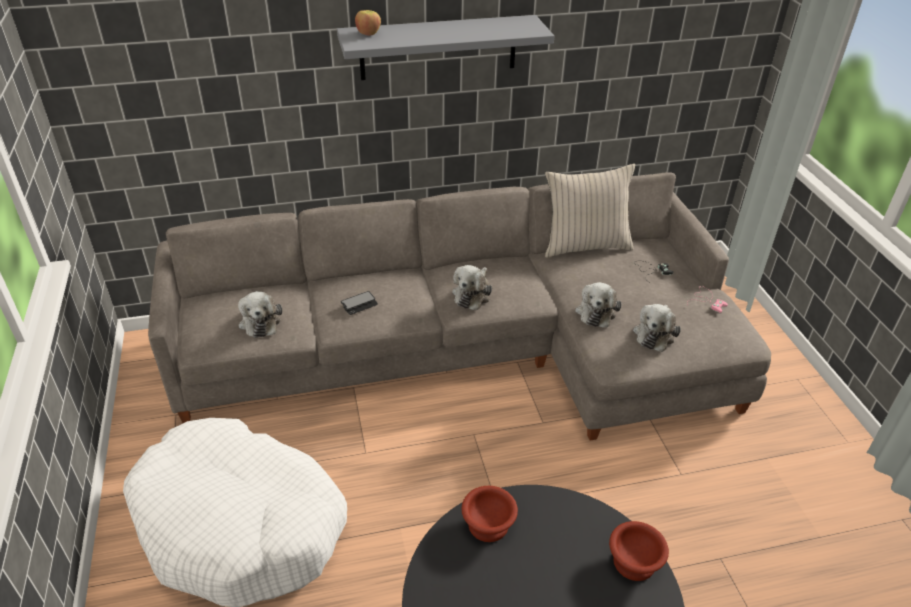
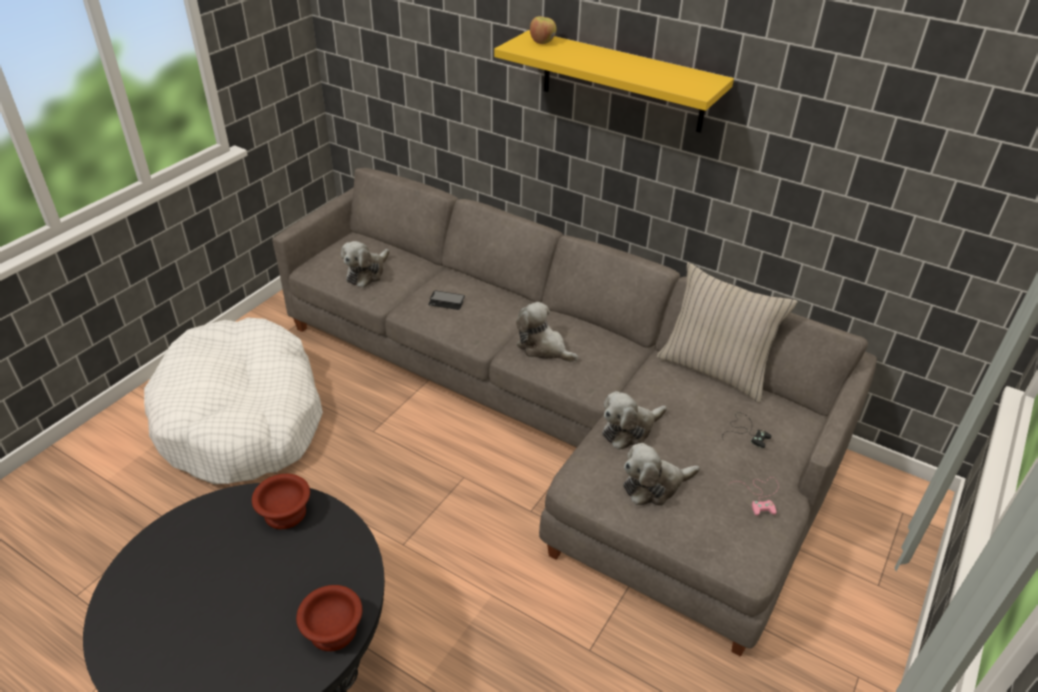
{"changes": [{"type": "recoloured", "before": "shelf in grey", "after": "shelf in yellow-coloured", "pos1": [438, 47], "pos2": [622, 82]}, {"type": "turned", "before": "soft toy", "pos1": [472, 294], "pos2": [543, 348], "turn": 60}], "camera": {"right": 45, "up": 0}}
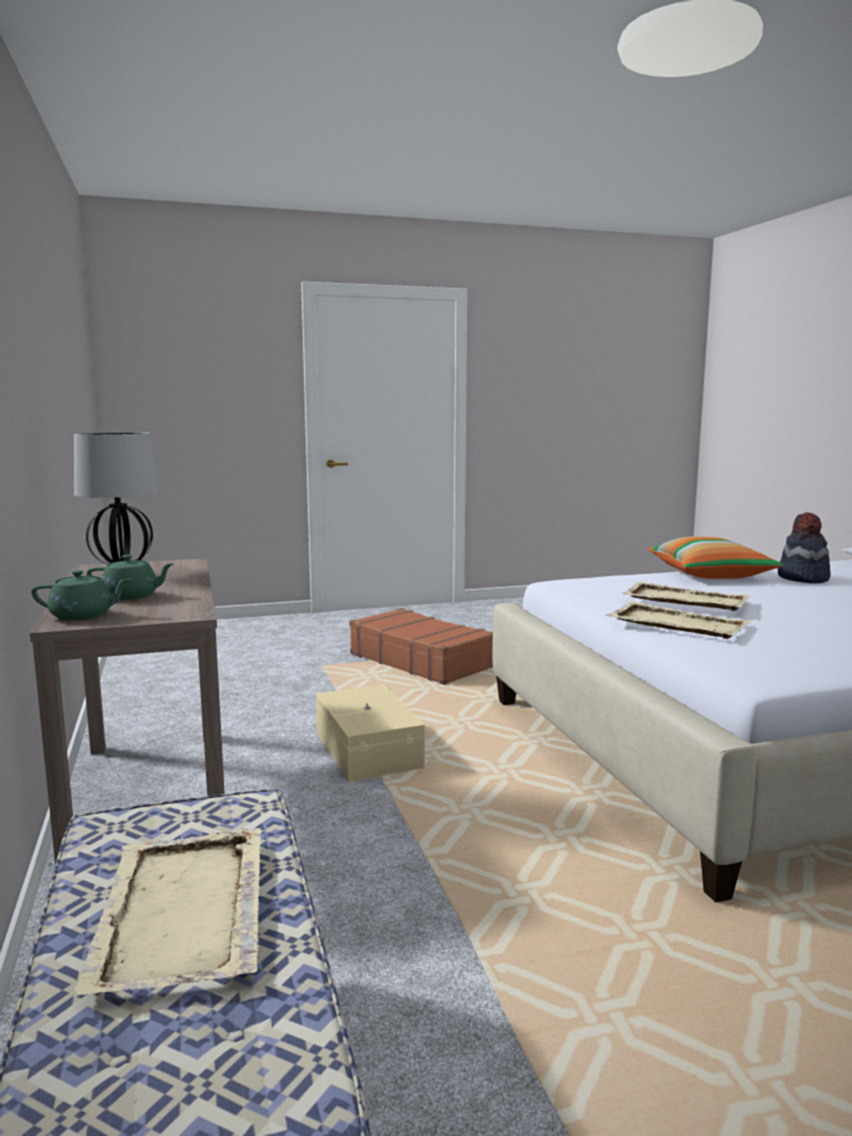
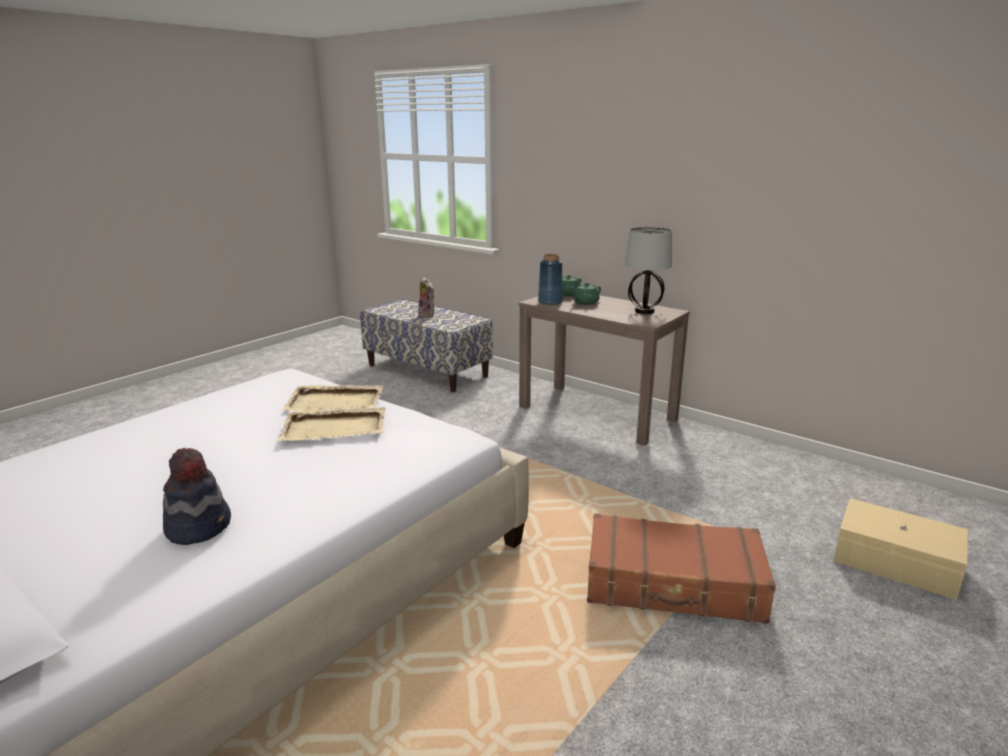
{"changes": [{"type": "removed", "before": "pillow", "pos1": [710, 575]}, {"type": "moved", "before": "storage box in sand-coloured", "pos1": [369, 749], "pos2": [896, 563]}, {"type": "replaced", "before": "carrying tray in sand-coloured", "after": "soft toy", "pos1": [181, 913], "pos2": [428, 315]}, {"type": "added", "after": "flower vase in blue-coloured", "pos2": [550, 302]}], "camera": {"right": 145, "up": 10}}
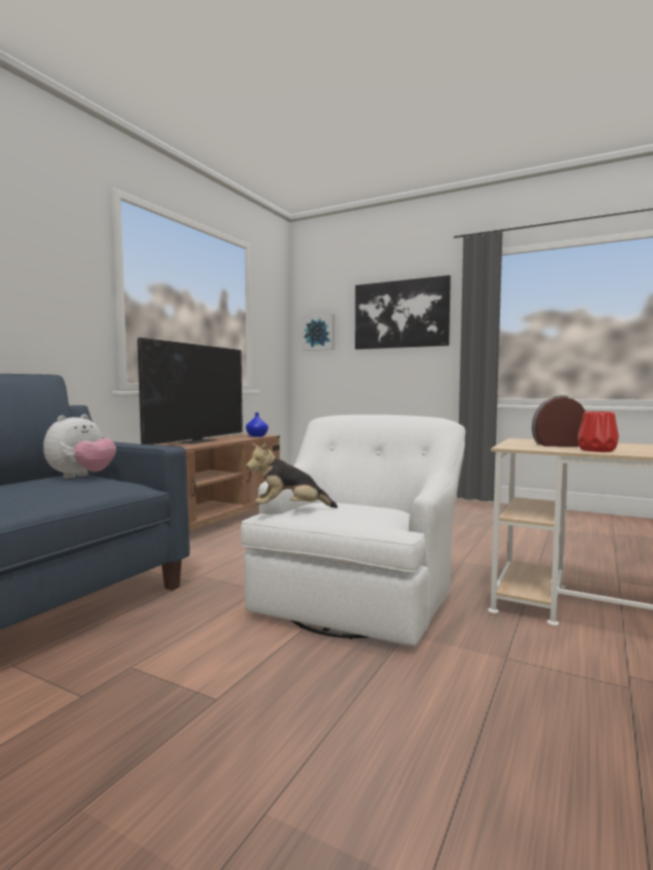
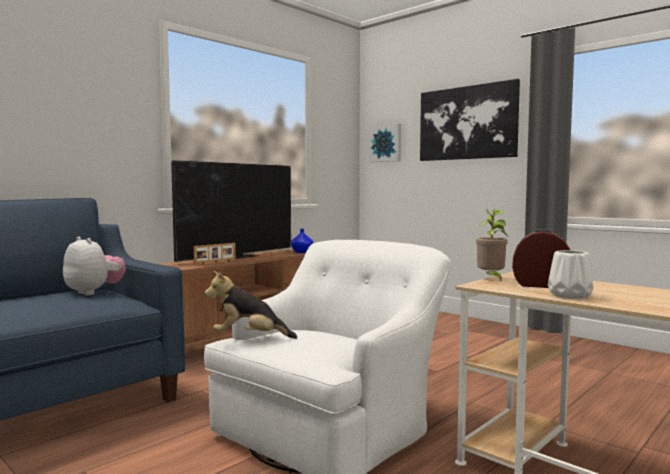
{"changes": [{"type": "recoloured", "before": "flower vase in red", "after": "flower vase in white-coloured", "pos1": [596, 450], "pos2": [568, 295]}, {"type": "turned", "before": "soft toy", "pos1": [81, 477], "pos2": [94, 292], "turn": -90}, {"type": "added", "after": "potted plant", "pos2": [491, 279]}, {"type": "added", "after": "picture frame", "pos2": [215, 262]}], "camera": {"right": 15, "up": 0}}
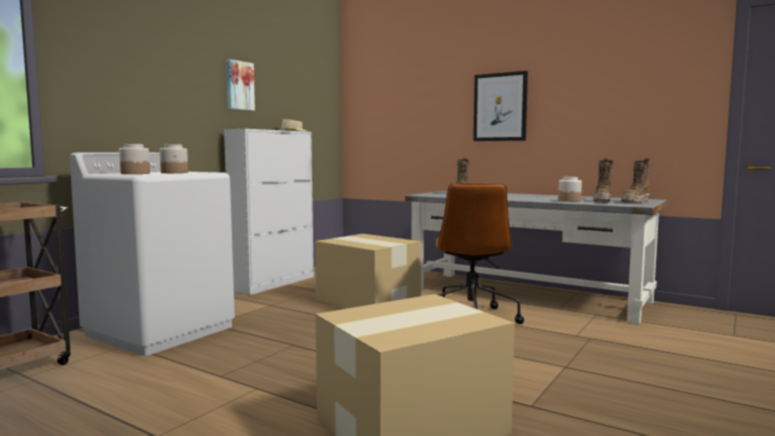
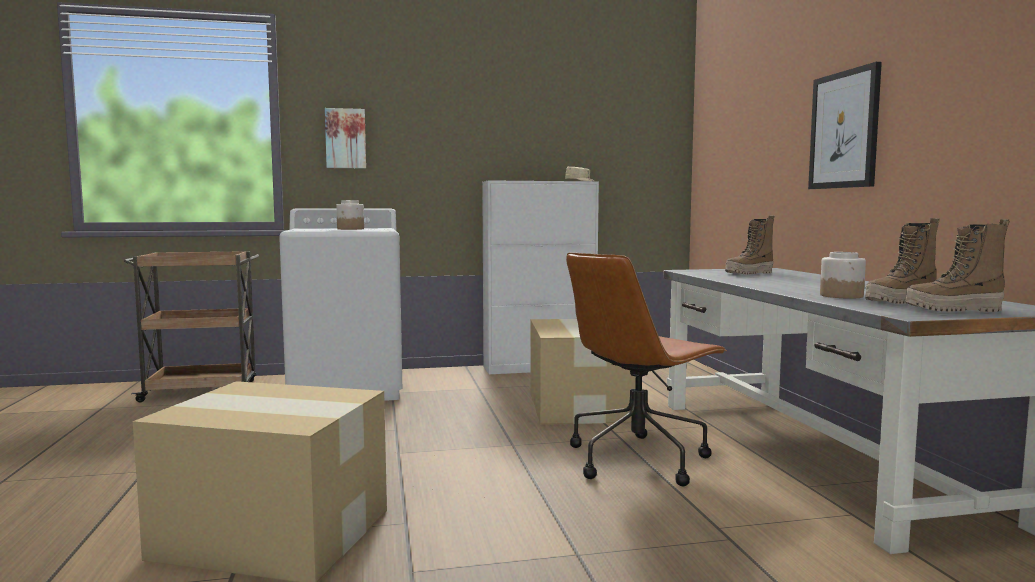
{"changes": [{"type": "moved", "before": "wall art", "pos1": [239, 85], "pos2": [345, 138]}, {"type": "removed", "before": "storage jar", "pos1": [135, 173]}], "camera": {"right": 45, "up": 0}}
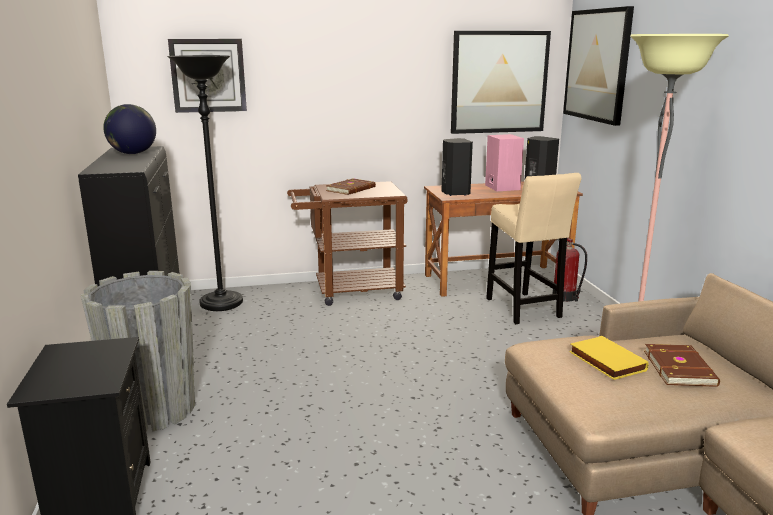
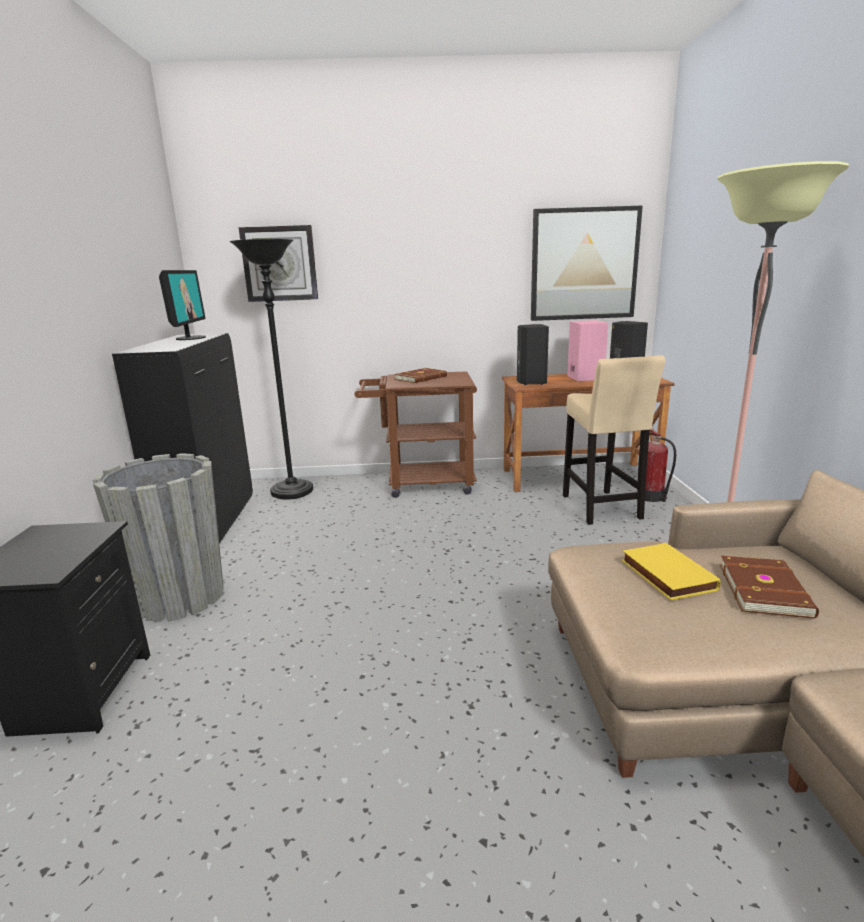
{"changes": [{"type": "removed", "before": "wall art", "pos1": [597, 65]}, {"type": "replaced", "before": "desk globe", "after": "computer screen", "pos1": [133, 153], "pos2": [190, 338]}], "camera": {"right": 10, "up": 0}}
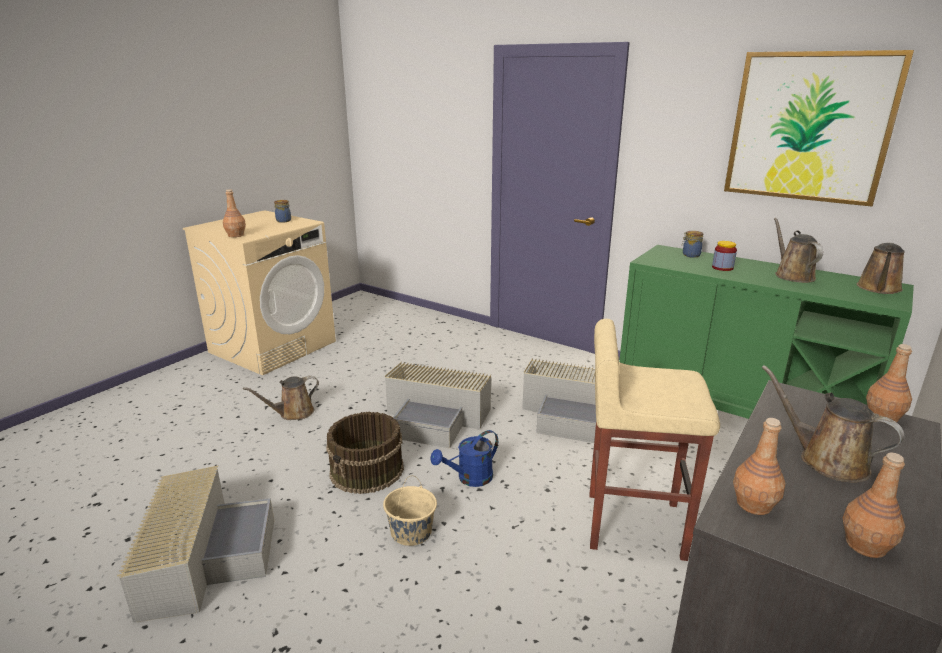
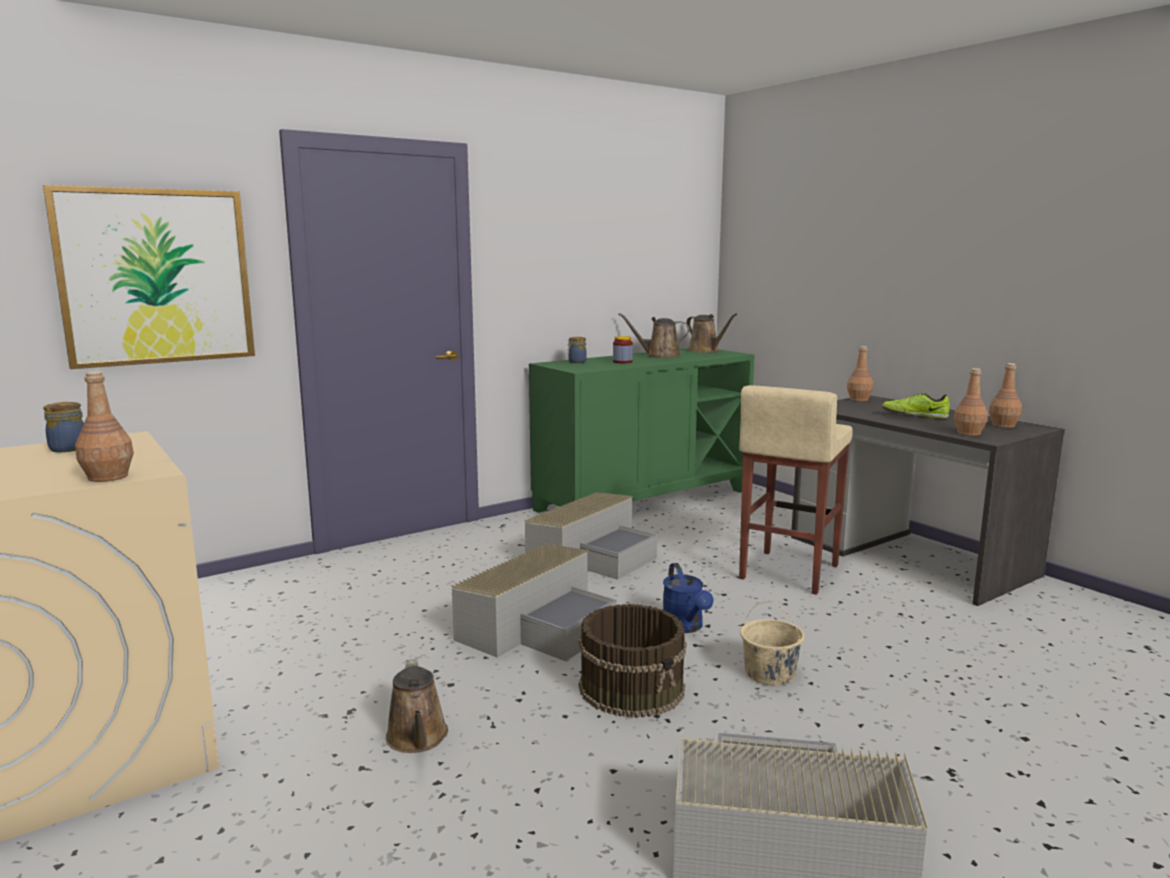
{"changes": [{"type": "moved", "before": "wall art", "pos1": [809, 127], "pos2": [156, 277]}, {"type": "replaced", "before": "watering can in brown-coloured", "after": "item of footwear", "pos1": [826, 460], "pos2": [914, 415]}], "camera": {"right": -70, "up": -10}}
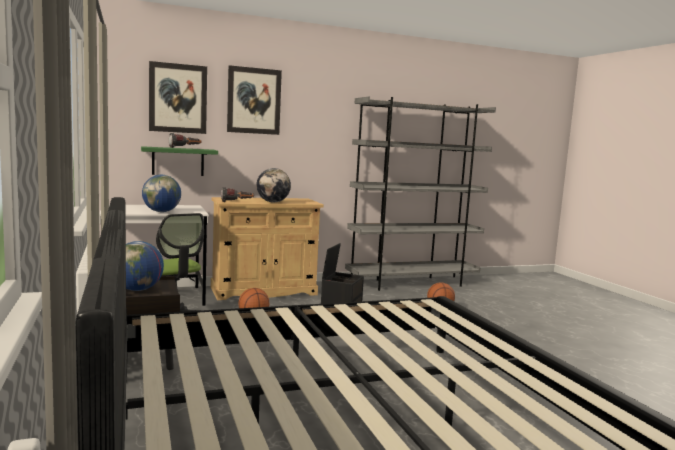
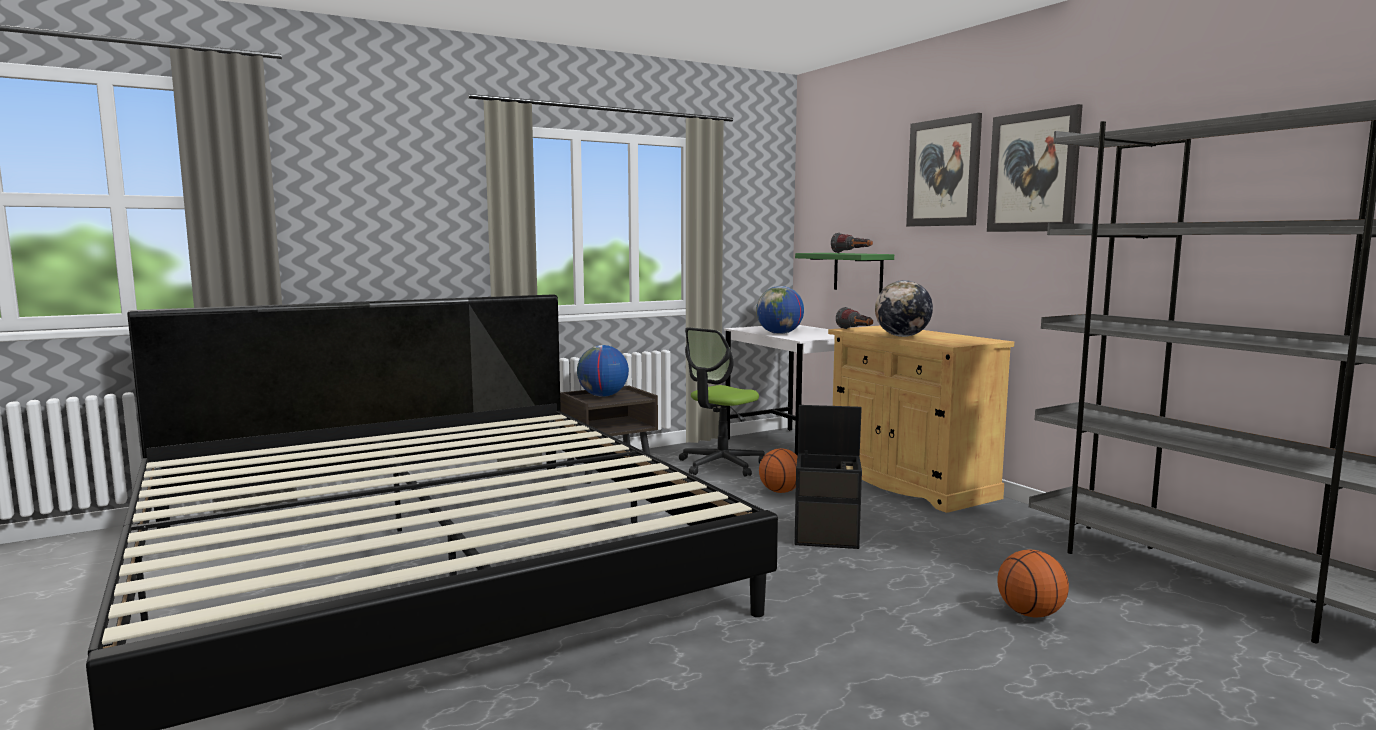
{"changes": [{"type": "moved", "before": "wall art", "pos1": [178, 98], "pos2": [1033, 172]}], "camera": {"right": 80, "up": 0}}
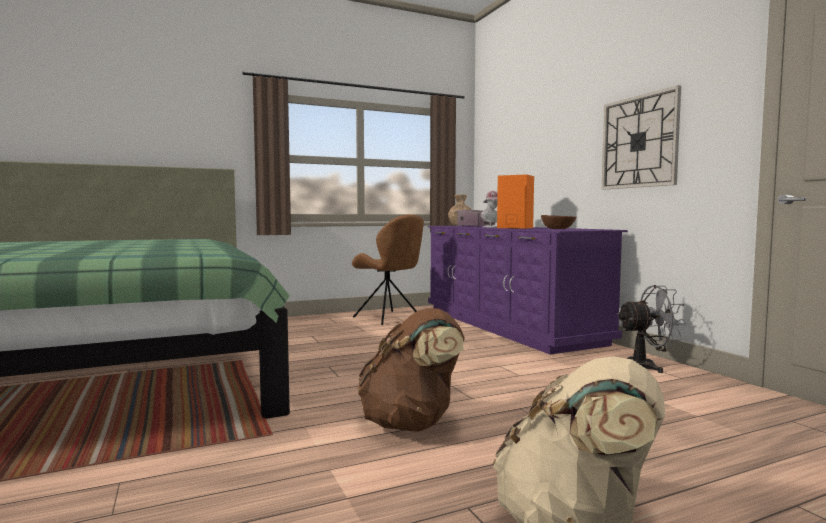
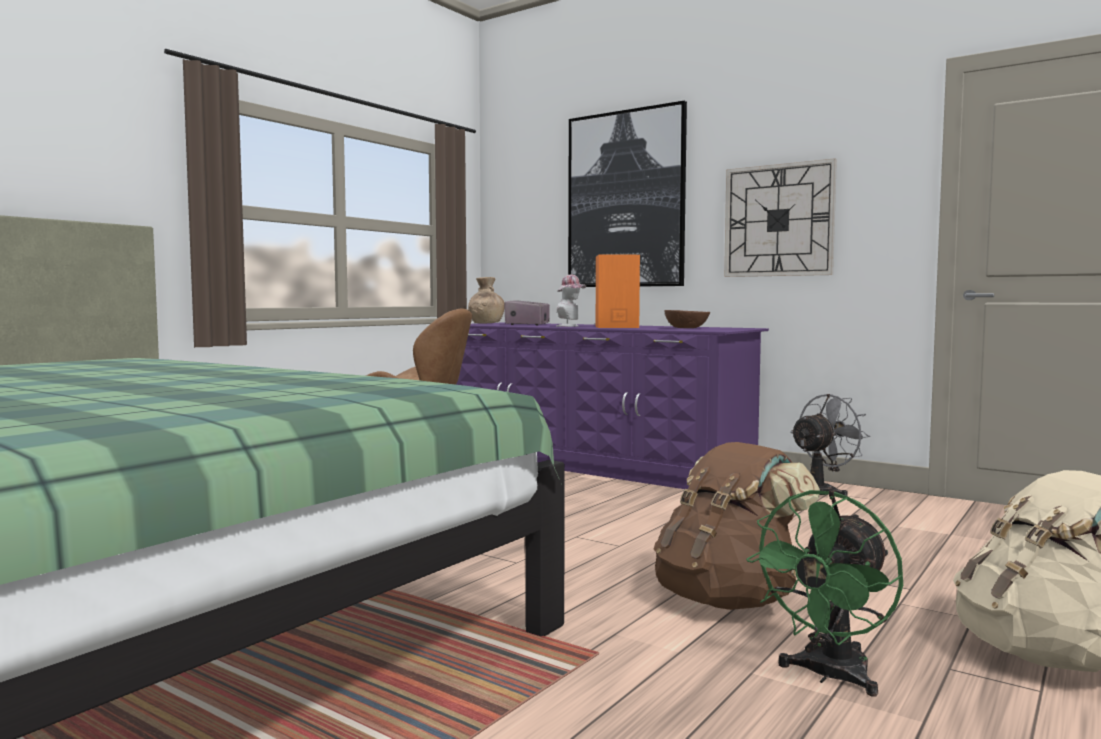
{"changes": [{"type": "added", "after": "wall art", "pos2": [625, 199]}, {"type": "added", "after": "electric fan in greenish", "pos2": [829, 676]}], "camera": {"right": -30, "up": 0}}
